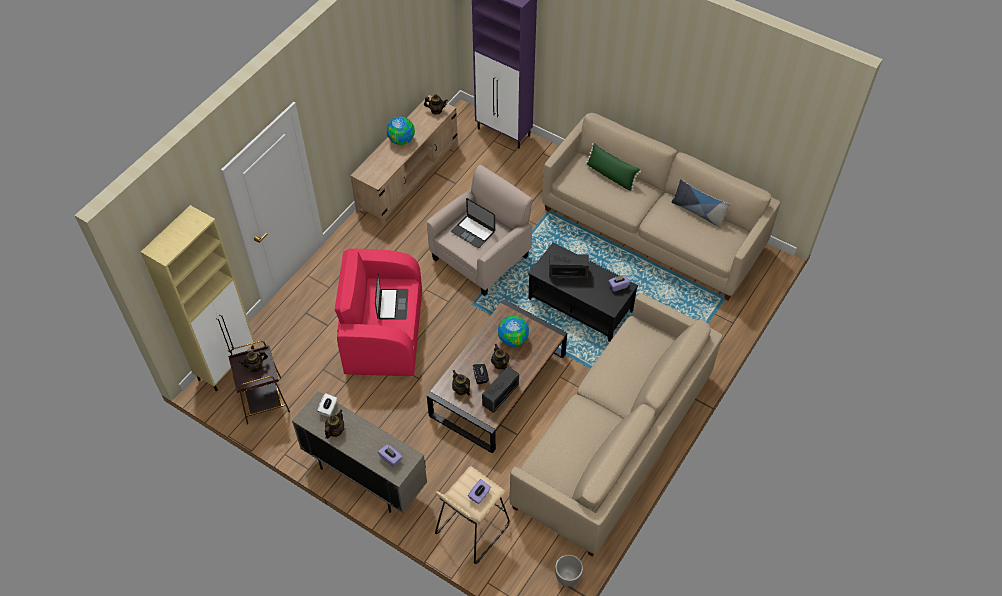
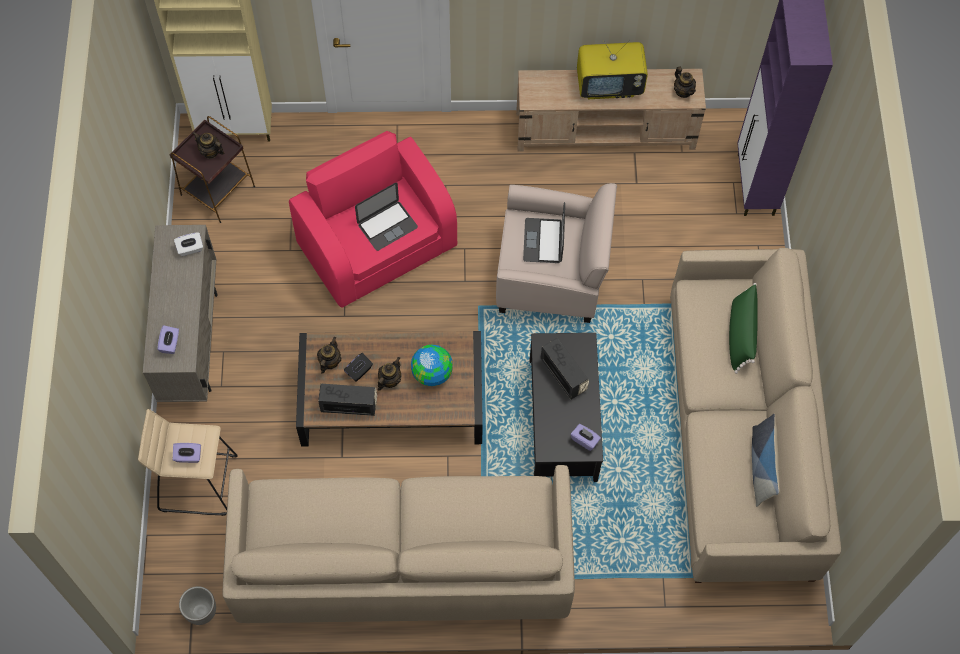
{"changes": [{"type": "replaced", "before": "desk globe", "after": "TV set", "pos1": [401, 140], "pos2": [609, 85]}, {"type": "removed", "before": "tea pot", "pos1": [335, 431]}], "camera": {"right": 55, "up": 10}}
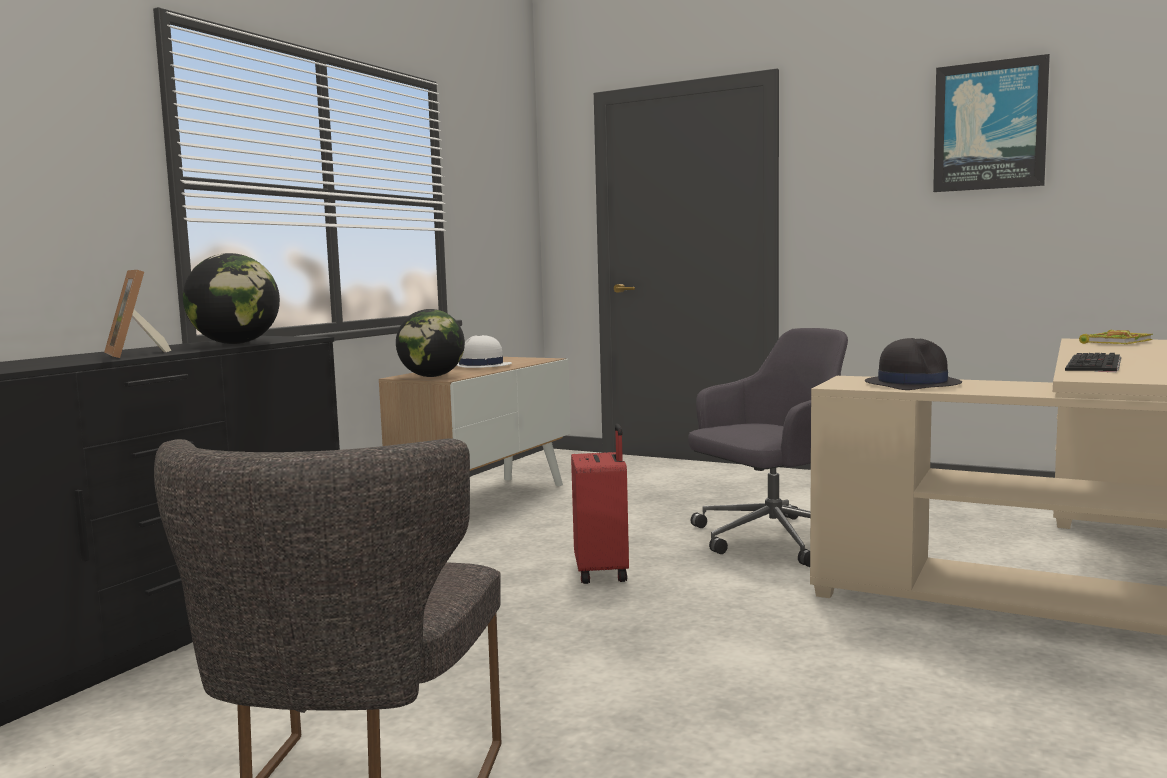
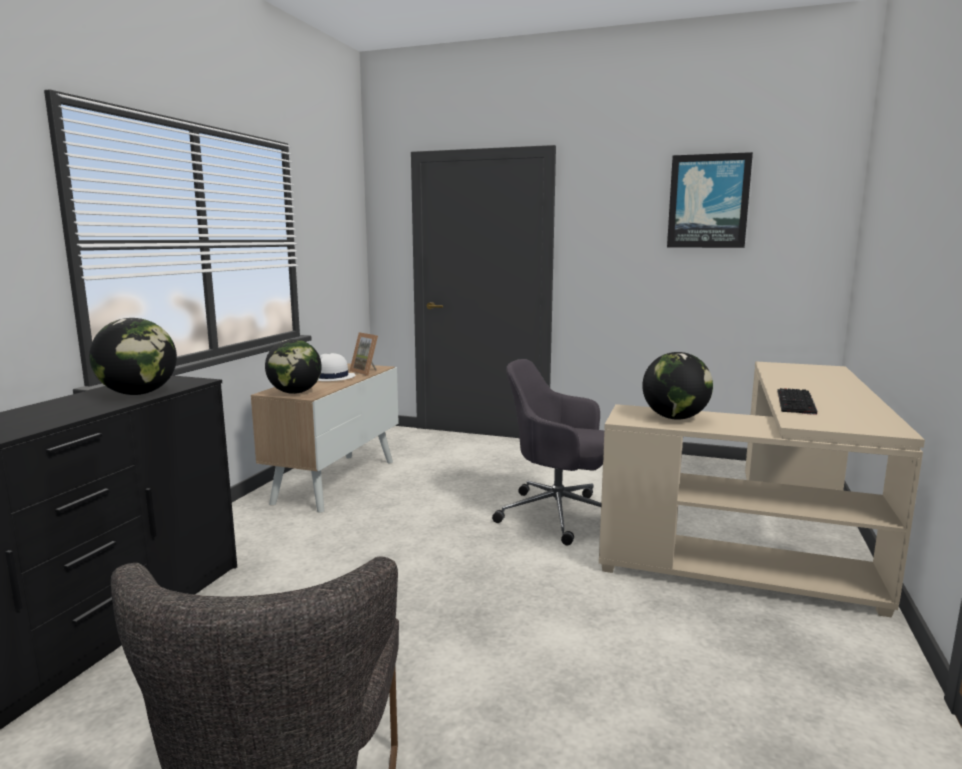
{"changes": [{"type": "moved", "before": "picture frame", "pos1": [137, 354], "pos2": [367, 372]}, {"type": "turned", "before": "office chair in grey", "pos1": [770, 540], "pos2": [558, 515], "turn": -120}, {"type": "removed", "before": "volume", "pos1": [1116, 342]}, {"type": "replaced", "before": "clothing hat in blackish", "after": "desk globe", "pos1": [912, 384], "pos2": [674, 418]}, {"type": "removed", "before": "suitcase in red", "pos1": [603, 572]}], "camera": {"right": -10, "up": 5}}
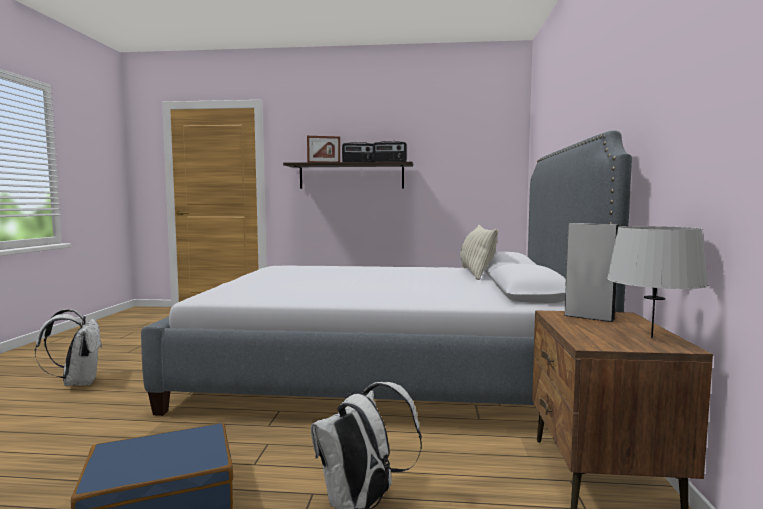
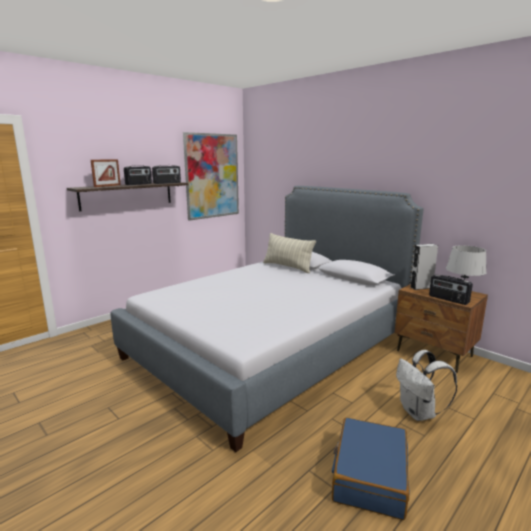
{"changes": [{"type": "removed", "before": "rucksack in white-coloured", "pos1": [78, 383]}, {"type": "added", "after": "wall art", "pos2": [212, 176]}, {"type": "added", "after": "radio receiver", "pos2": [448, 299]}], "camera": {"right": -50, "up": 10}}
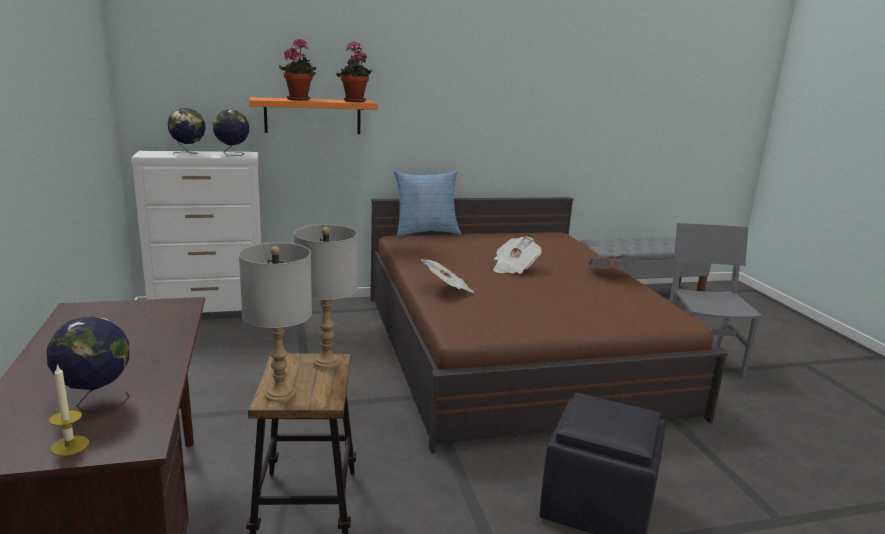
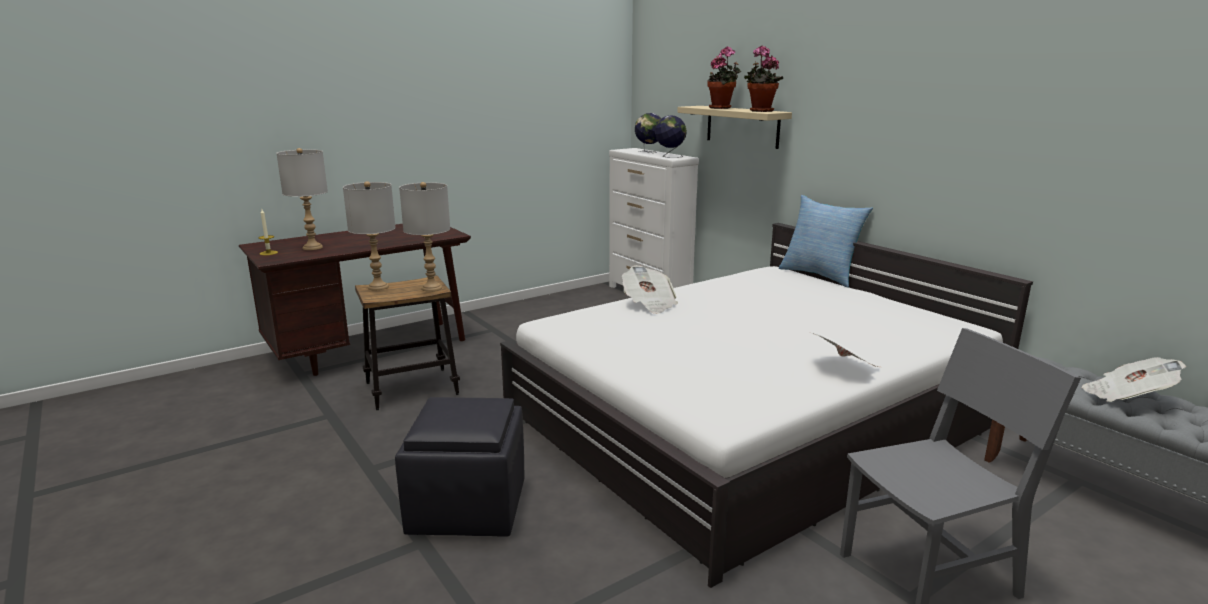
{"changes": [{"type": "recoloured", "before": "shelf in orangey", "after": "shelf in sand-coloured", "pos1": [313, 116], "pos2": [742, 126]}, {"type": "recoloured", "before": "bed in brown-coloured", "after": "bed in white-coloured", "pos1": [511, 349], "pos2": [751, 421]}, {"type": "moved", "before": "newspaper", "pos1": [514, 268], "pos2": [1126, 397]}, {"type": "replaced", "before": "desk globe", "after": "tabletop lamp in grey", "pos1": [96, 402], "pos2": [312, 247]}], "camera": {"right": 70, "up": 0}}
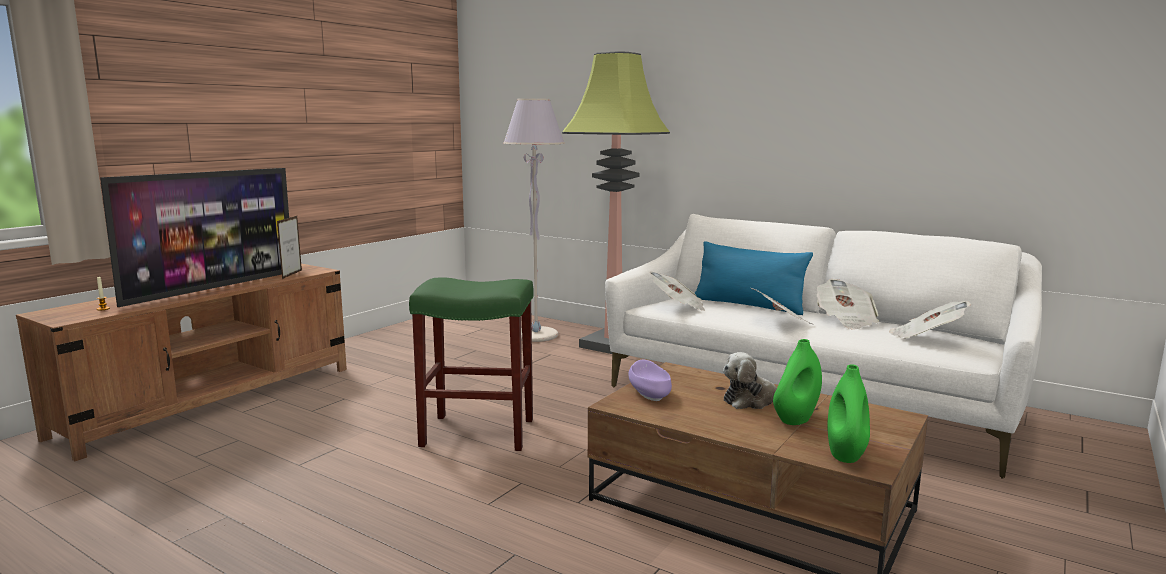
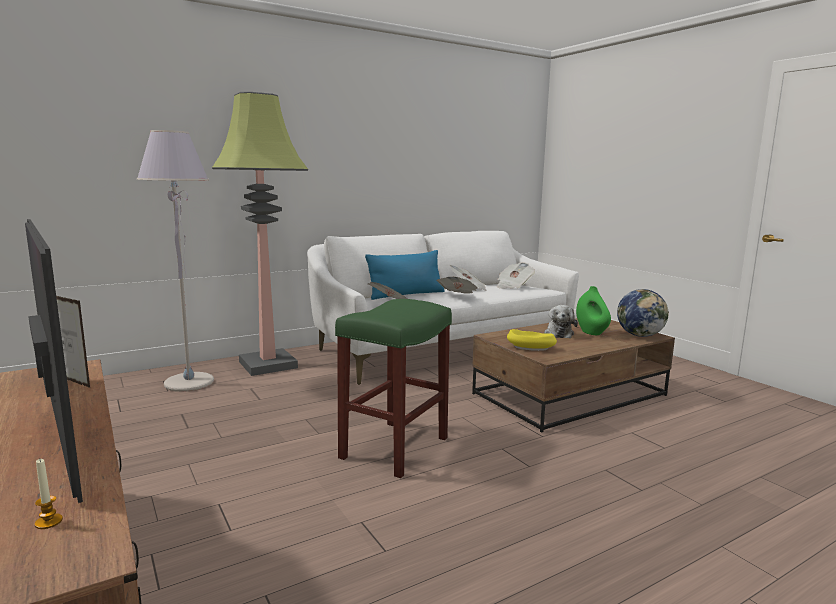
{"changes": [{"type": "recoloured", "before": "deep dish in purple", "after": "deep dish in yellow-coloured", "pos1": [648, 392], "pos2": [530, 348]}, {"type": "replaced", "before": "flower vase in greenish", "after": "desk globe", "pos1": [845, 454], "pos2": [640, 335]}], "camera": {"right": -65, "up": 0}}
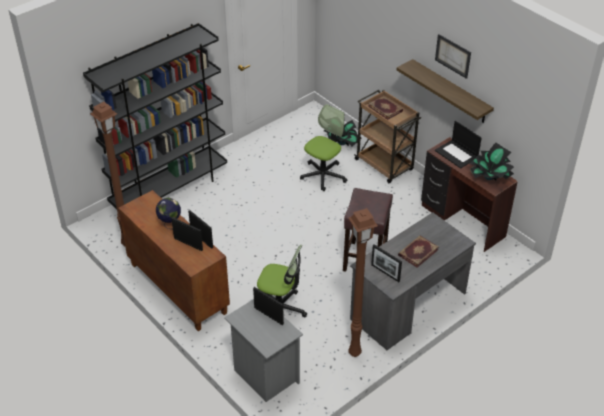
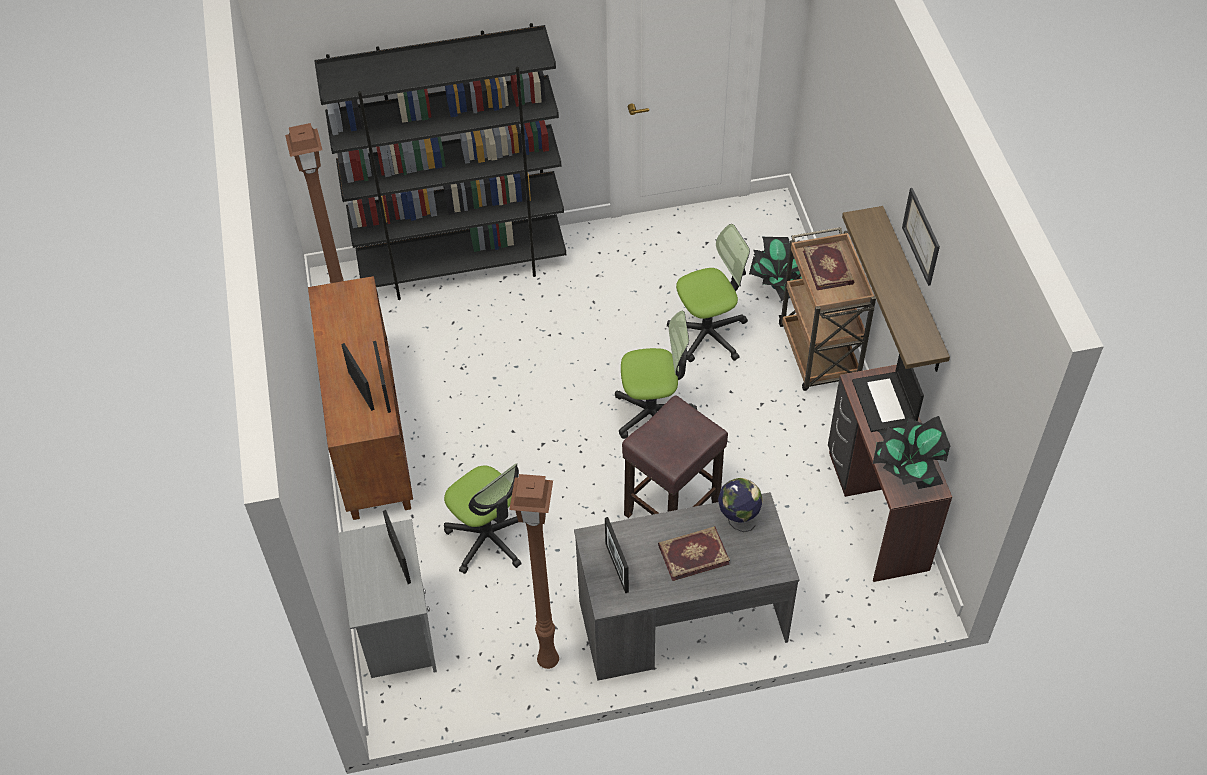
{"changes": [{"type": "moved", "before": "desk globe", "pos1": [170, 224], "pos2": [738, 518]}, {"type": "added", "after": "office chair", "pos2": [653, 414]}], "camera": {"right": 30, "up": 10}}
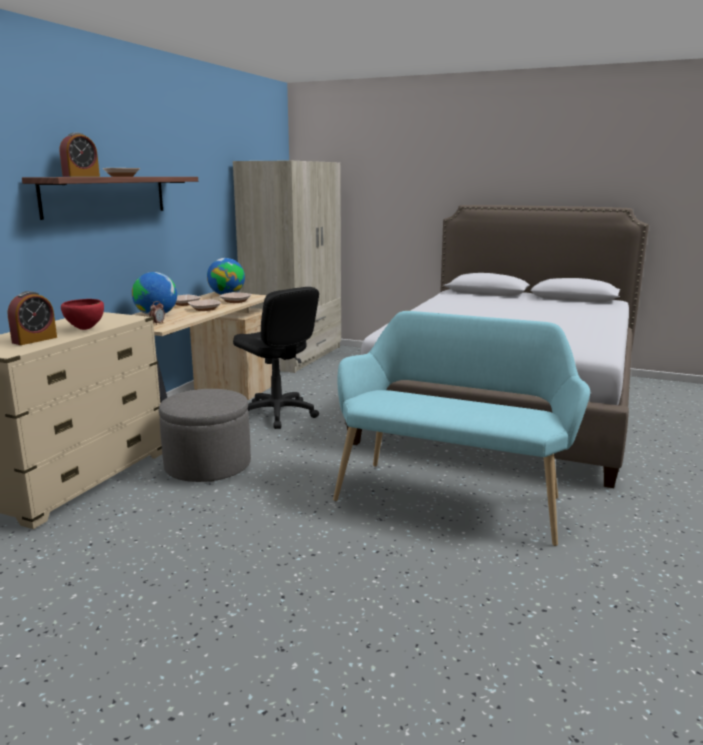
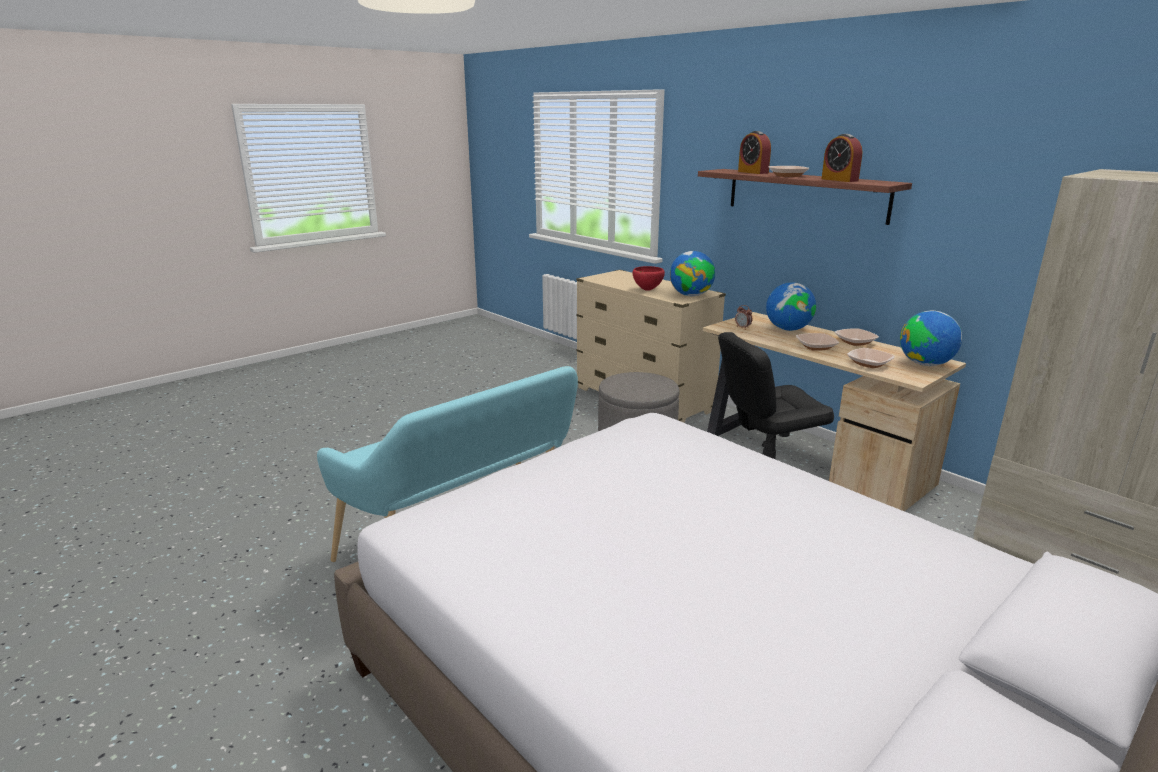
{"changes": [{"type": "moved", "before": "bedside clock", "pos1": [34, 340], "pos2": [839, 180]}, {"type": "added", "after": "desk globe", "pos2": [691, 295]}], "camera": {"right": 115, "up": 5}}
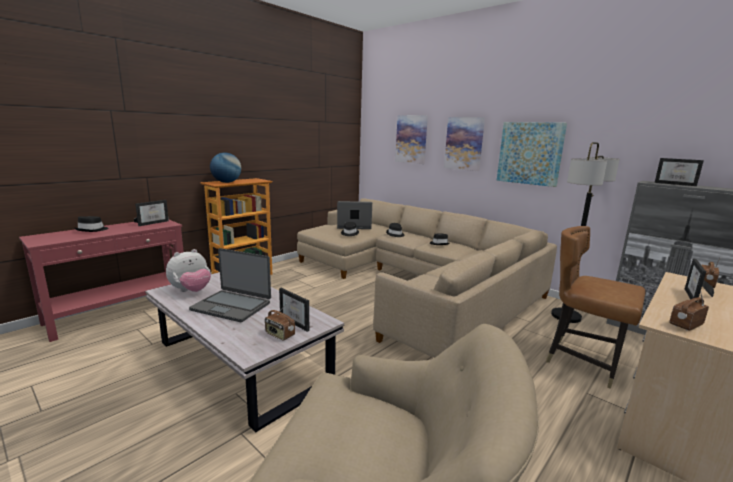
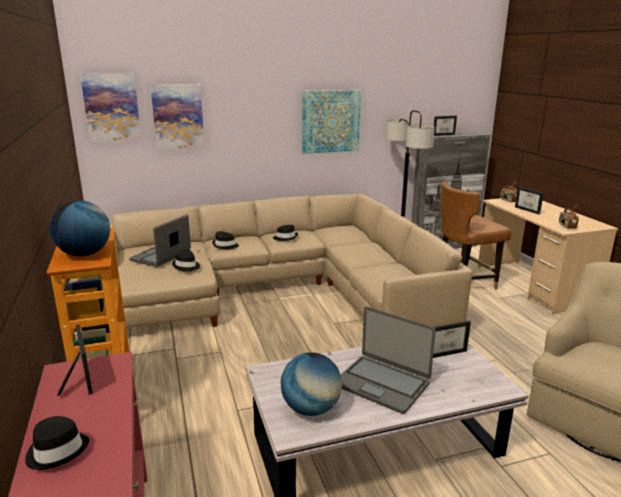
{"changes": [{"type": "moved", "before": "wall art", "pos1": [464, 143], "pos2": [112, 108]}, {"type": "turned", "before": "laptop", "pos1": [232, 306], "pos2": [382, 384], "turn": 75}, {"type": "replaced", "before": "soft toy", "after": "desk globe", "pos1": [191, 291], "pos2": [311, 409]}, {"type": "removed", "before": "radio receiver", "pos1": [279, 335]}], "camera": {"right": -60, "up": 5}}
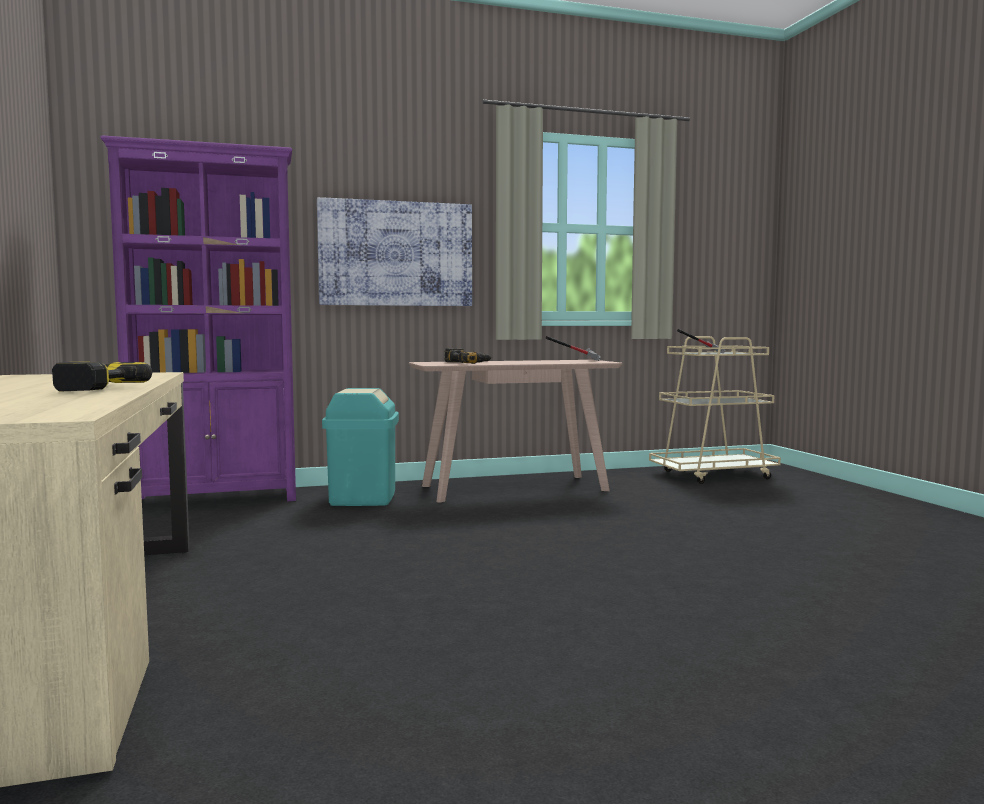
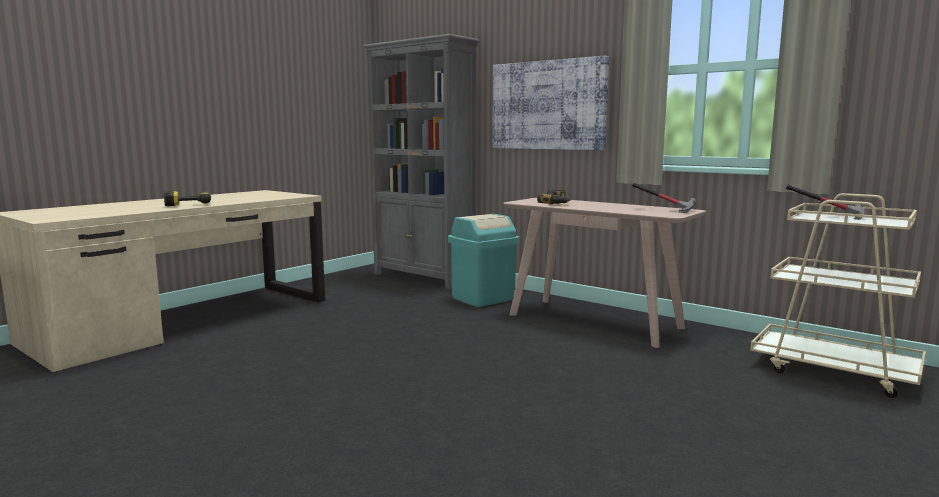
{"changes": [{"type": "recoloured", "before": "shelving unit in purple", "after": "shelving unit in grey", "pos1": [216, 499], "pos2": [424, 278]}], "camera": {"right": 55, "up": 5}}
